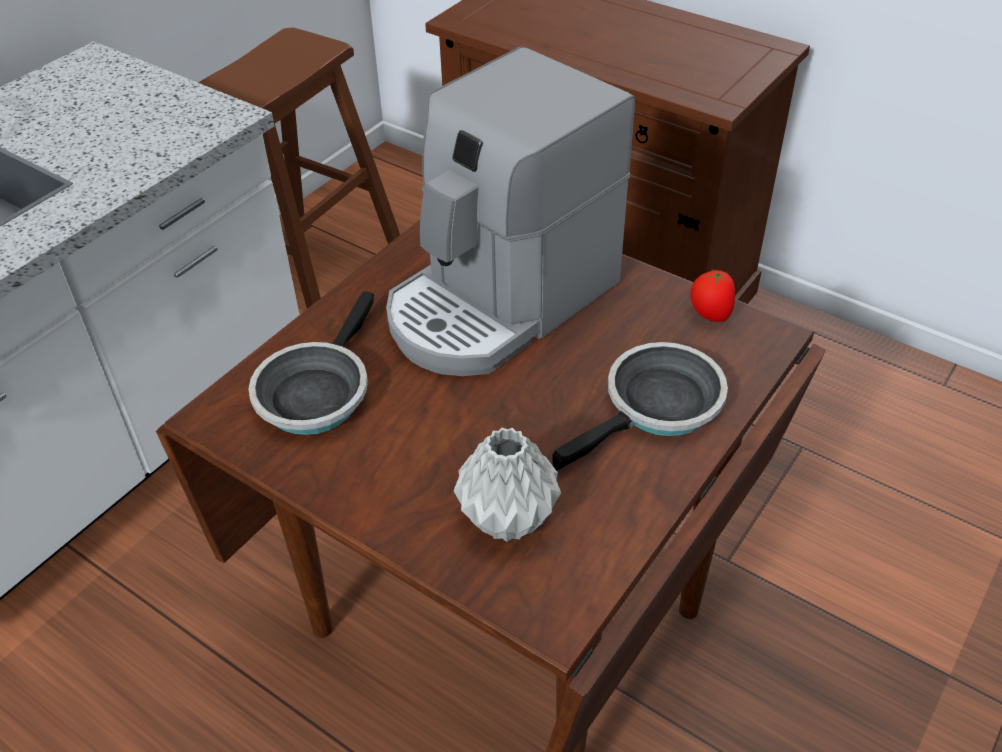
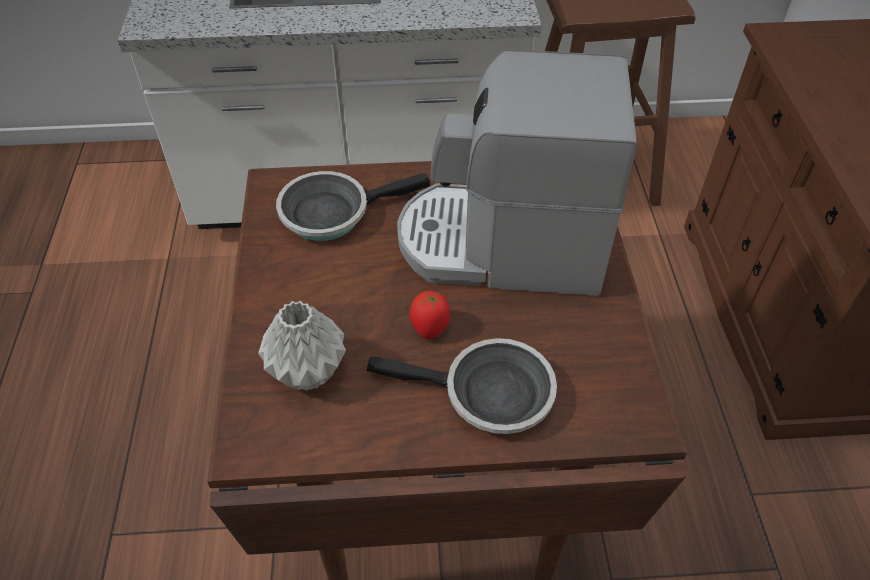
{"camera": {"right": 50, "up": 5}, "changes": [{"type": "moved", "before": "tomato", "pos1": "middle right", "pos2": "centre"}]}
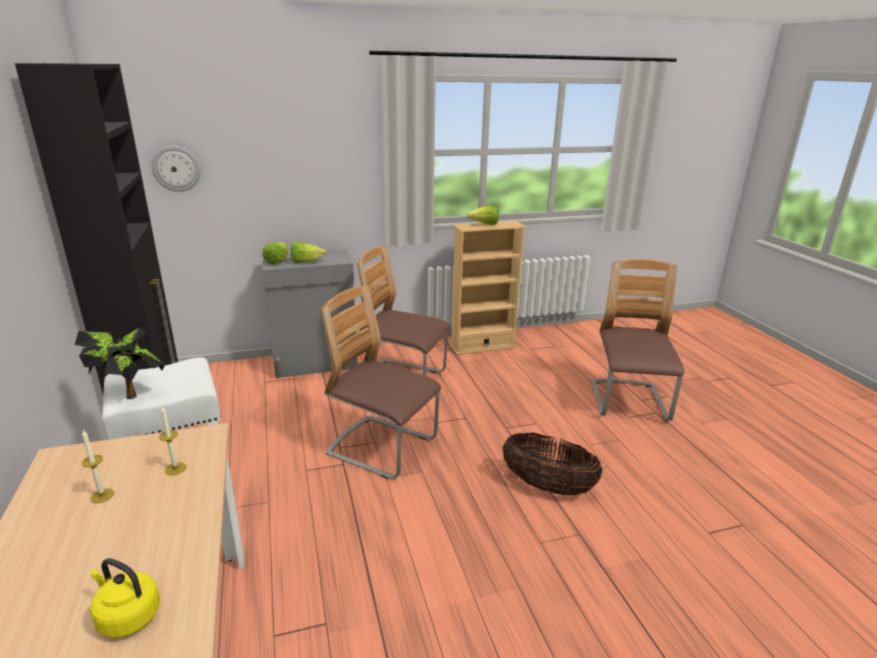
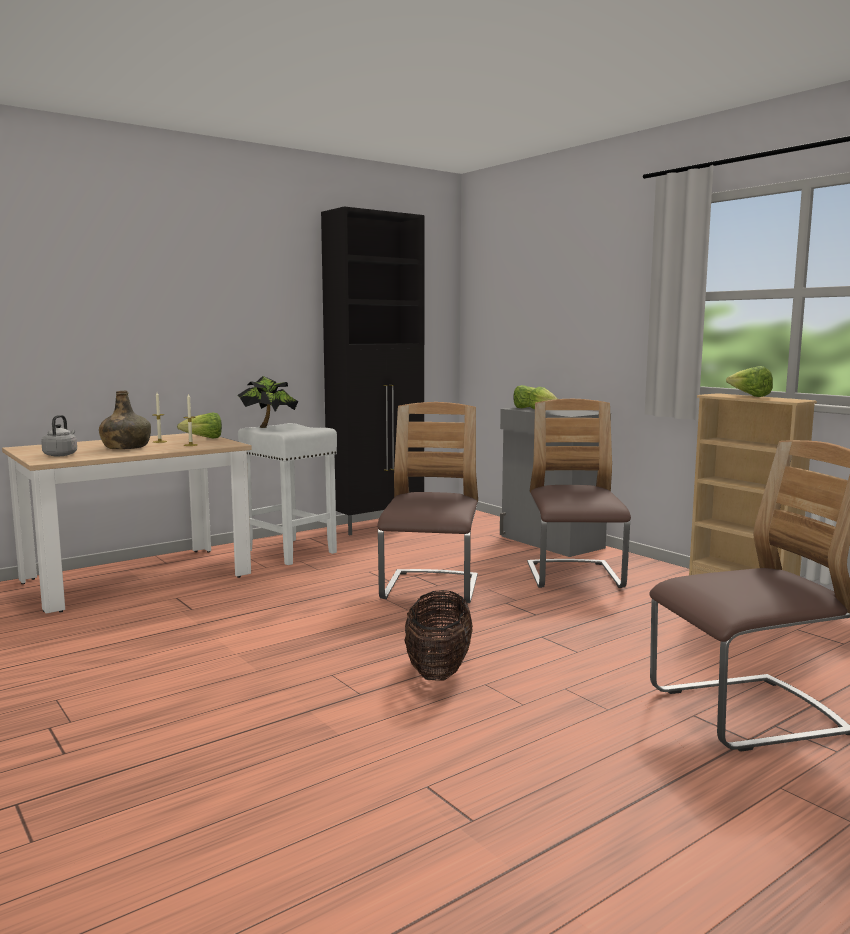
{"camera": {"right": 70, "up": -15}, "changes": [{"type": "recoloured", "before": "yellow kettle", "after": "grey kettle", "pos1": "bottom left", "pos2": "middle left"}, {"type": "added", "after": "green bottle", "pos2": "middle left"}, {"type": "added", "after": "lettuce (1st from left)", "pos2": "middle left"}, {"type": "removed", "before": "wall clock", "pos1": "top left"}]}
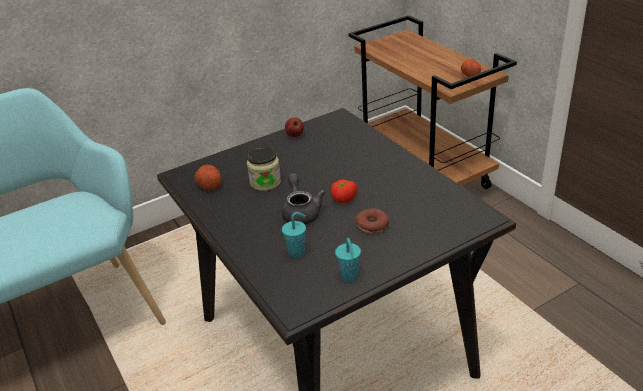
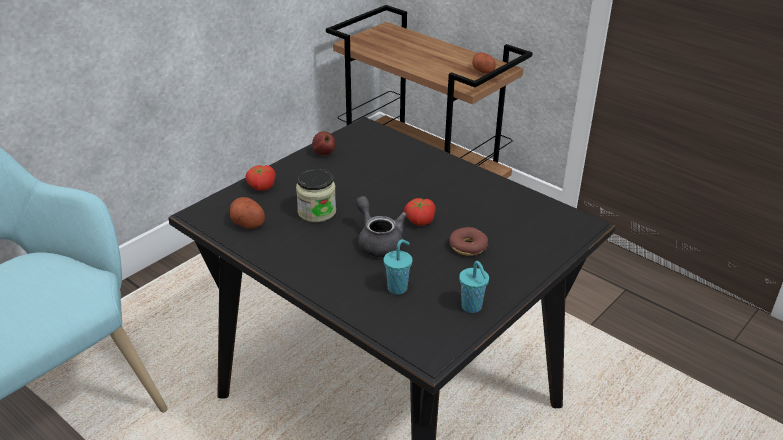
{"camera": {"right": -20, "up": 0}, "changes": [{"type": "added", "after": "tomato (1st from left)", "pos2": "centre"}]}
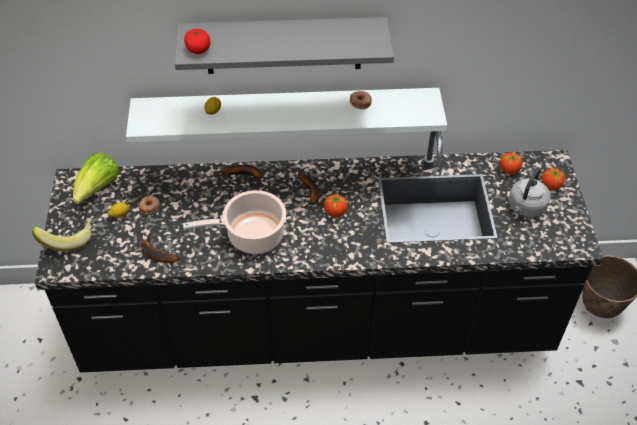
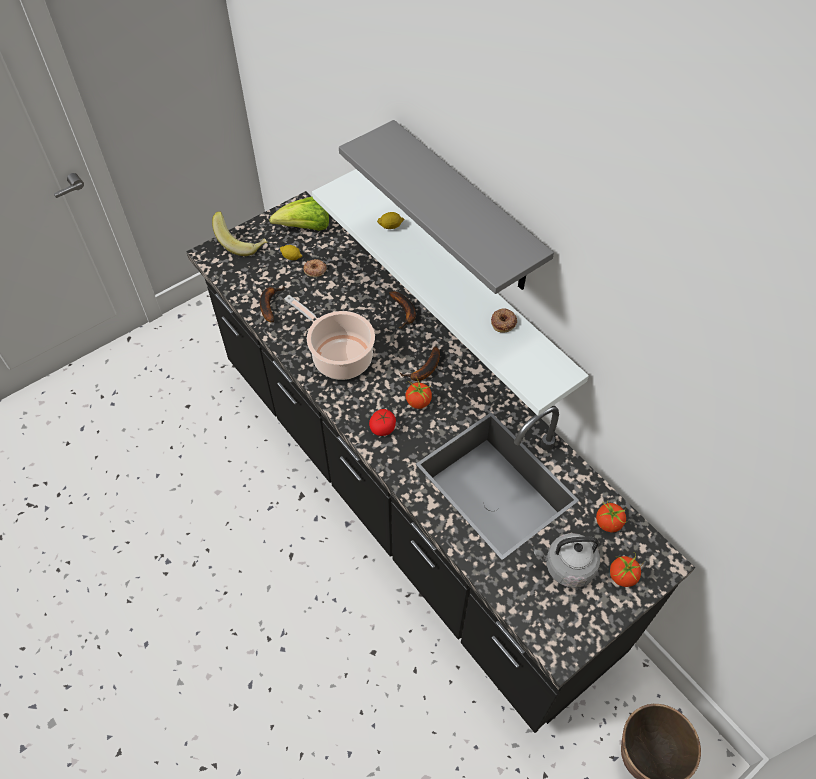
{"camera": {"right": 55, "up": 5}, "changes": [{"type": "moved", "before": "tomato (1st from left)", "pos1": "top left", "pos2": "centre"}]}
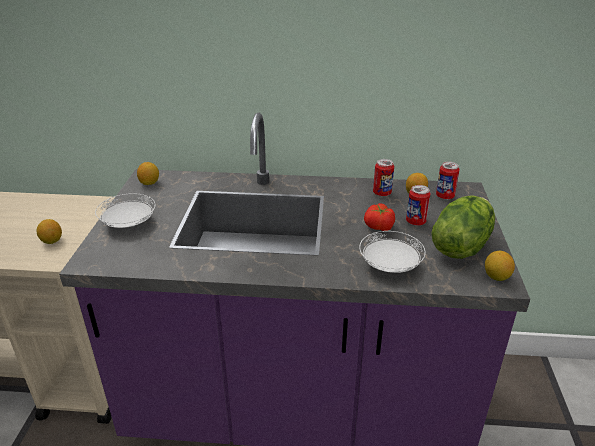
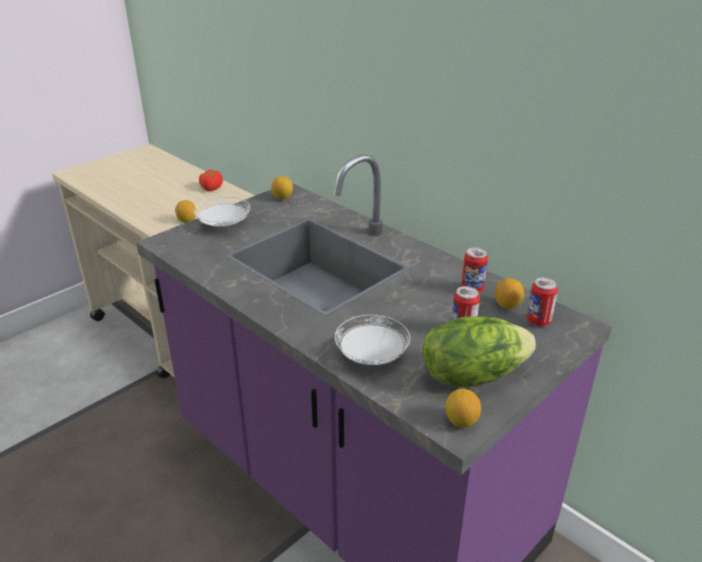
{"camera": {"right": 40, "up": 0}, "changes": [{"type": "moved", "before": "tomato", "pos1": "centre", "pos2": "top left"}]}
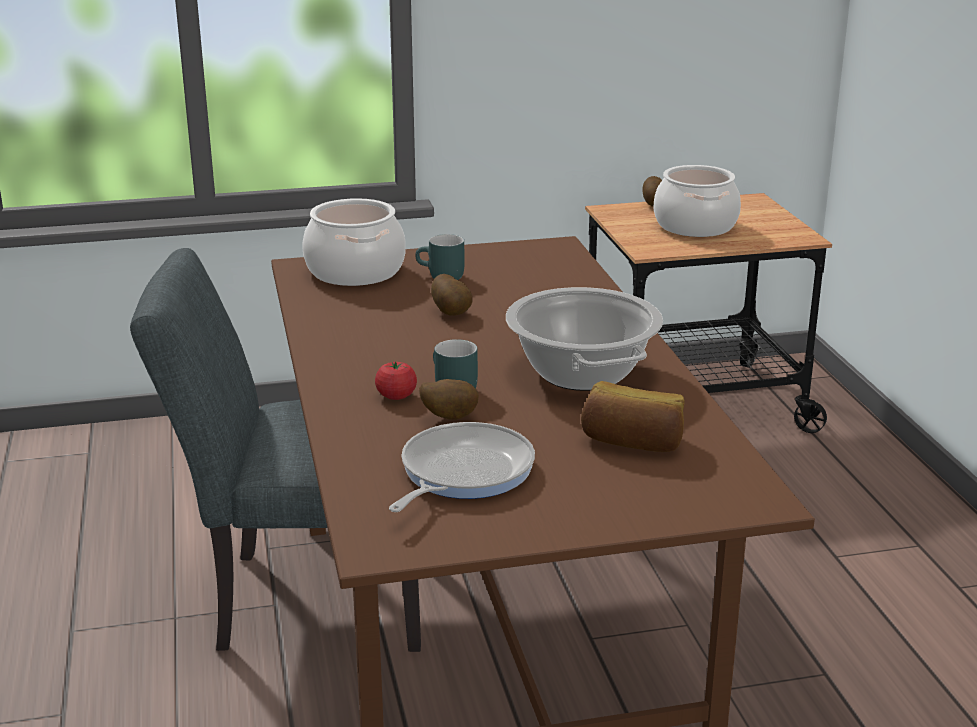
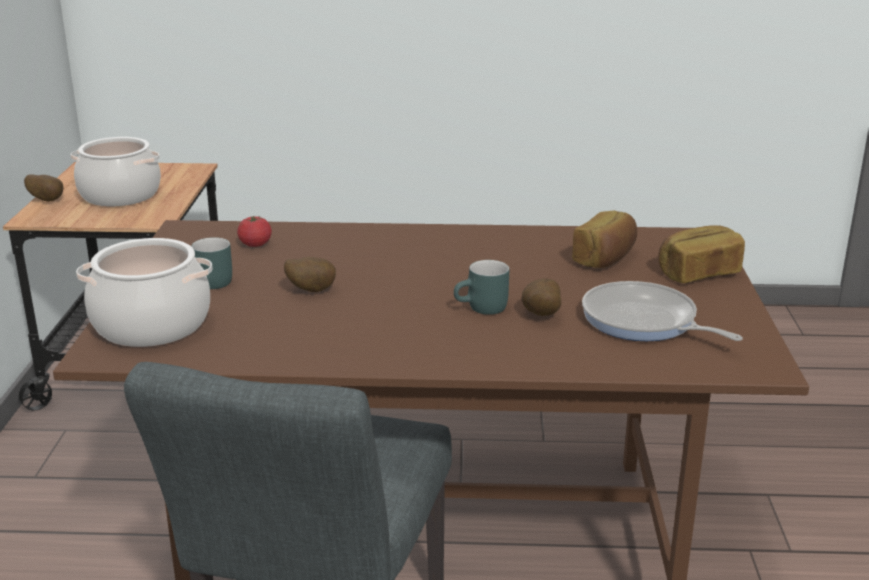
{"camera": {"right": -75, "up": 0}, "changes": [{"type": "moved", "before": "tomato", "pos1": "centre", "pos2": "middle left"}, {"type": "added", "after": "bread (2nd from left)", "pos2": "middle right"}, {"type": "removed", "before": "cooking pot (2nd from left)", "pos1": "centre"}]}
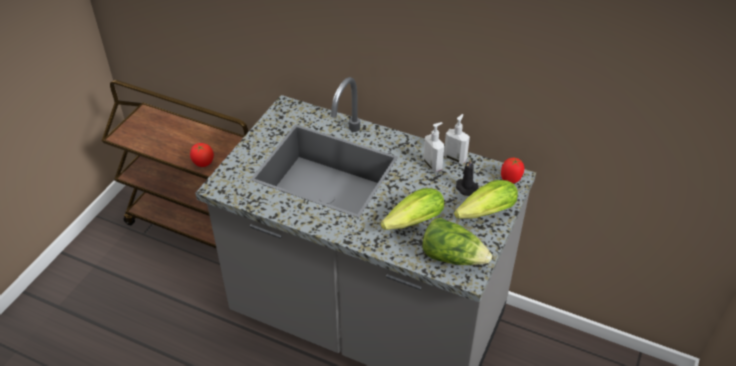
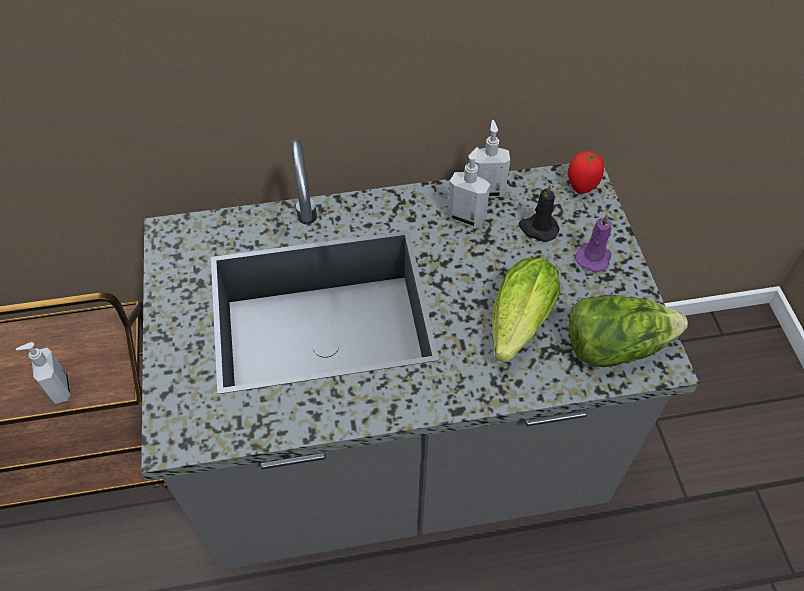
{"camera": {"right": -35, "up": 10}, "changes": [{"type": "replaced", "before": "tomato (1st from left)", "after": "soap dispenser (1st from left)", "pos1": "middle left", "pos2": "middle left"}, {"type": "replaced", "before": "lettuce (3rd from left)", "after": "purple candle", "pos1": "centre", "pos2": "middle right"}]}
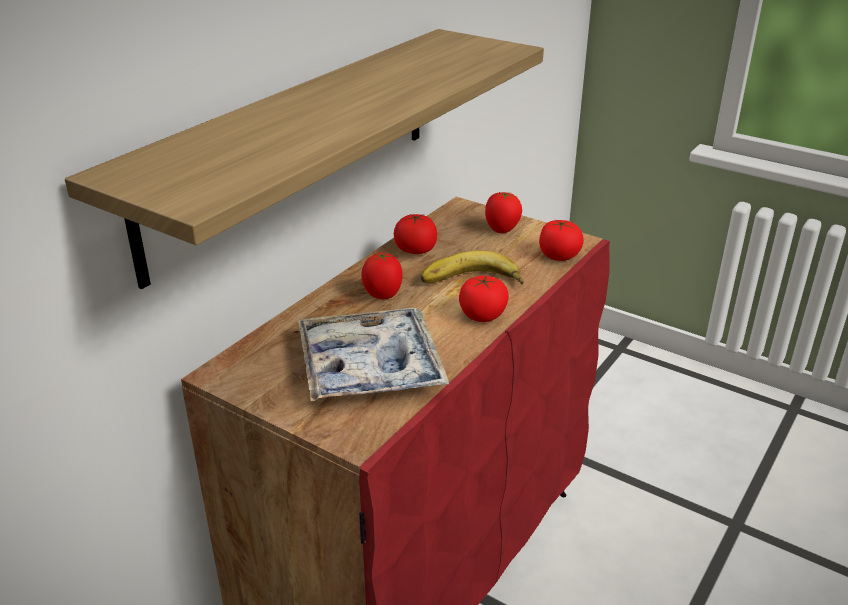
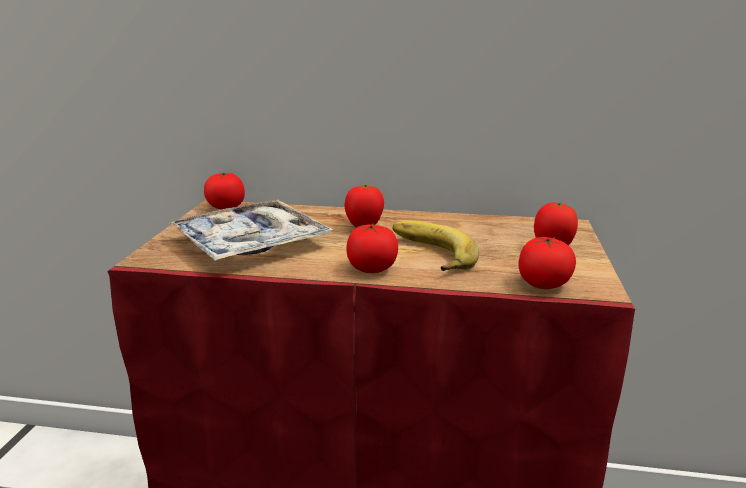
{"camera": {"right": 65, "up": -10}, "changes": [{"type": "moved", "before": "tomato (2nd from left in the first image)", "after": "tomato (1st from left)", "pos1": "centre", "pos2": "middle left"}, {"type": "removed", "before": "shelf", "pos1": "top centre"}]}
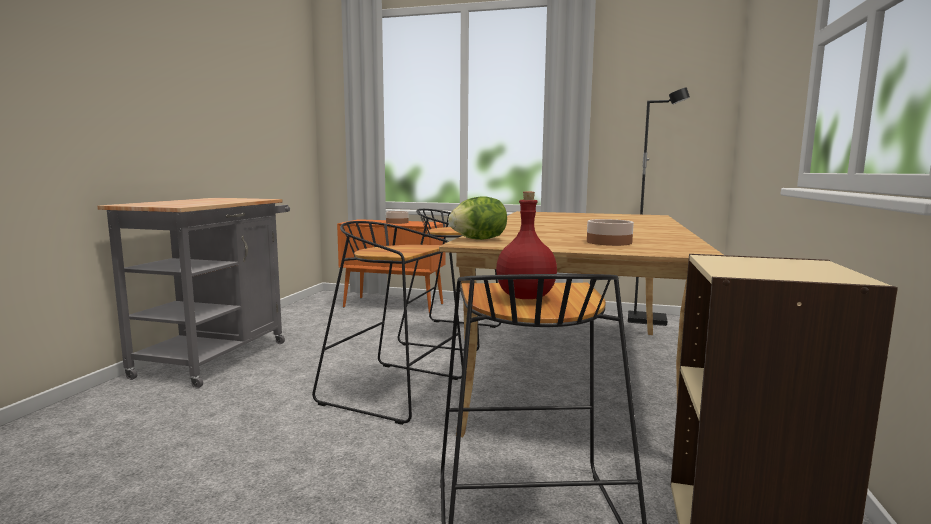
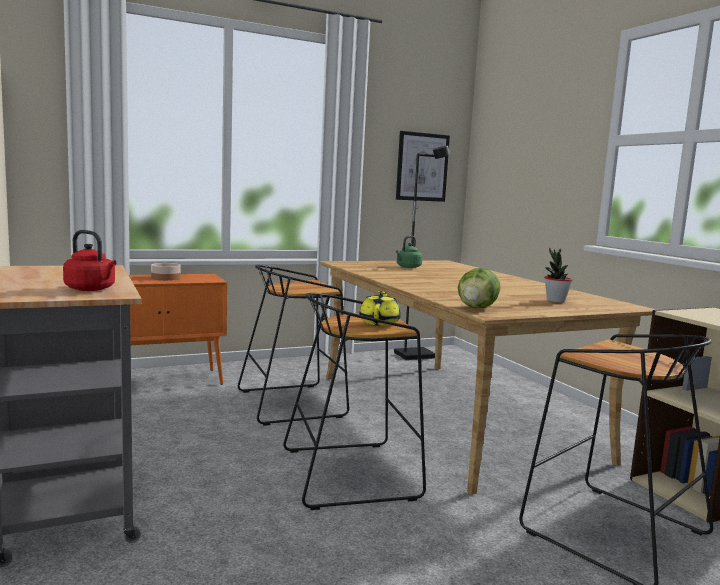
{"camera": {"right": -40, "up": 0}, "changes": [{"type": "added", "after": "red kettle", "pos2": "middle left"}, {"type": "added", "after": "yellow teapot", "pos2": "centre"}, {"type": "added", "after": "picture", "pos2": "top centre"}, {"type": "added", "after": "green kettle", "pos2": "centre"}, {"type": "replaced", "before": "bowl (2nd from left)", "after": "potted plant", "pos1": "centre", "pos2": "middle right"}, {"type": "removed", "before": "red bottle", "pos1": "centre"}]}
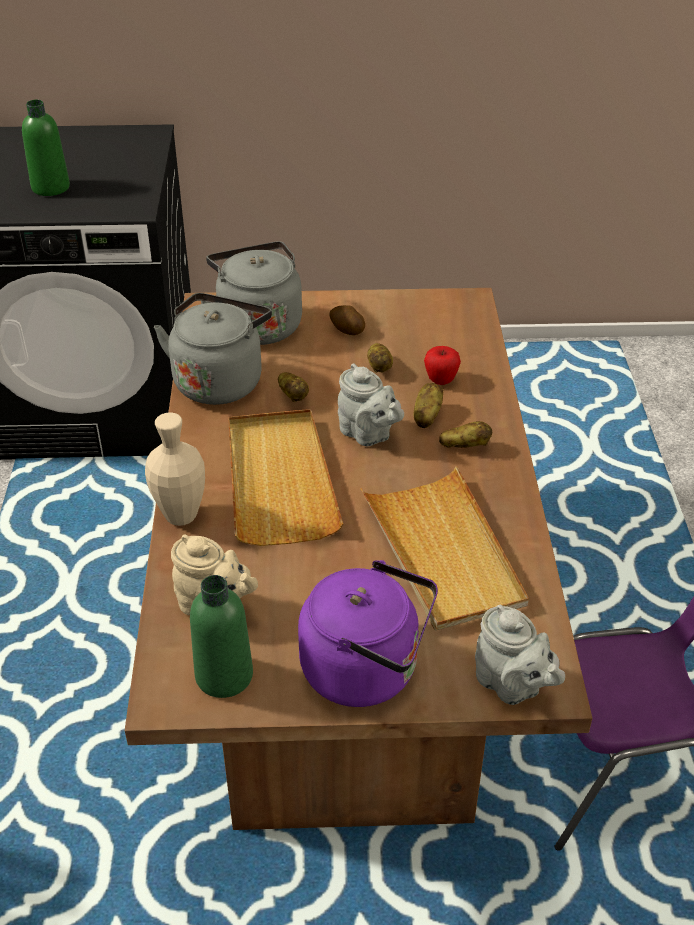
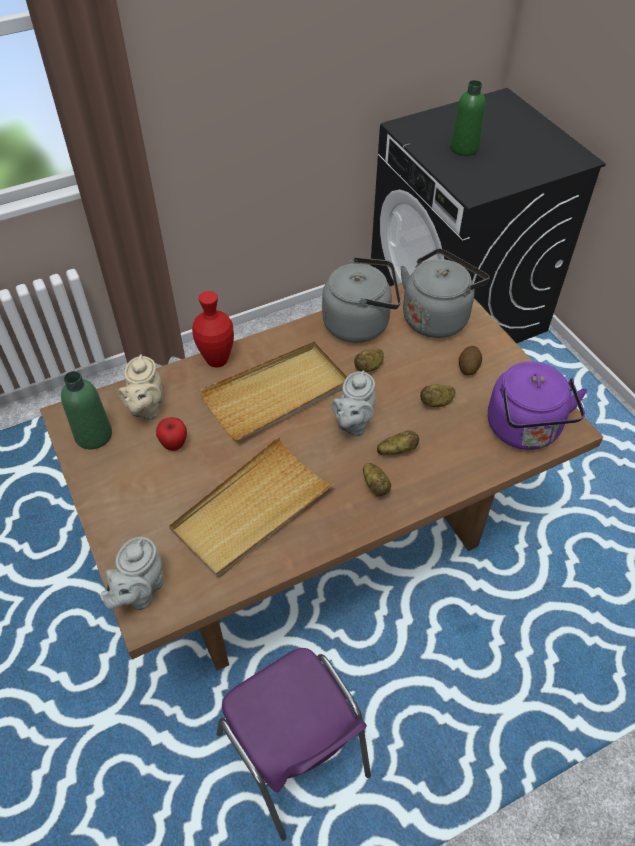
{"camera": {"right": 65, "up": 10}, "changes": [{"type": "moved", "before": "apple", "pos1": "centre", "pos2": "middle left"}, {"type": "recoloured", "before": "beige vase", "after": "red vase", "pos1": "middle left", "pos2": "centre"}, {"type": "moved", "before": "purple kettle", "pos1": "bottom centre", "pos2": "middle right"}]}
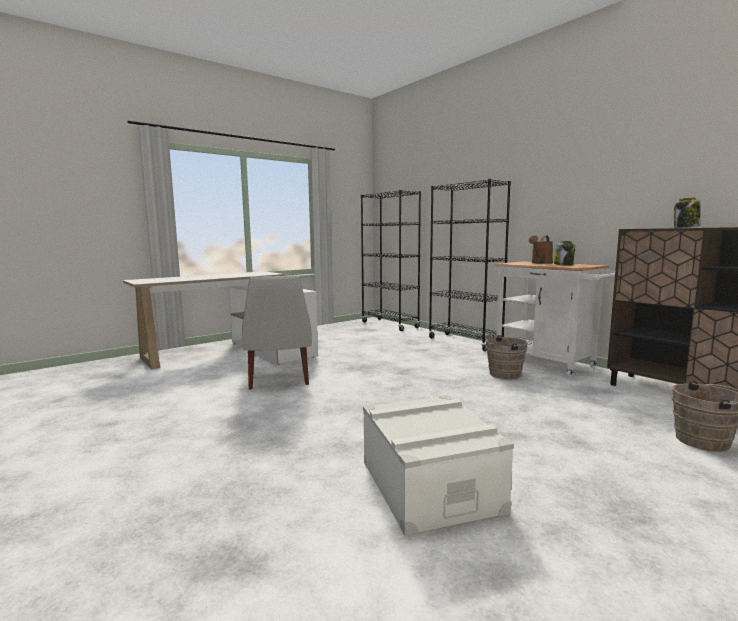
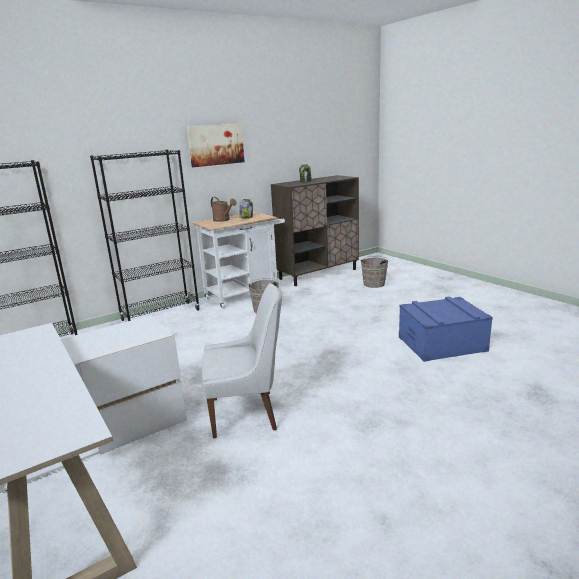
{"camera": {"right": -85, "up": 10}, "changes": [{"type": "added", "after": "picture", "pos2": "top centre"}, {"type": "recoloured", "before": "white storage box", "after": "blue storage box", "pos1": "bottom centre", "pos2": "middle right"}]}
